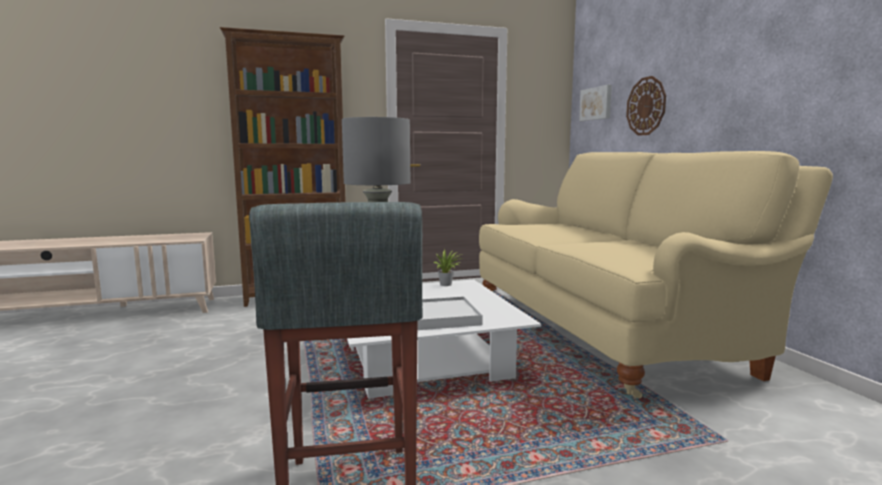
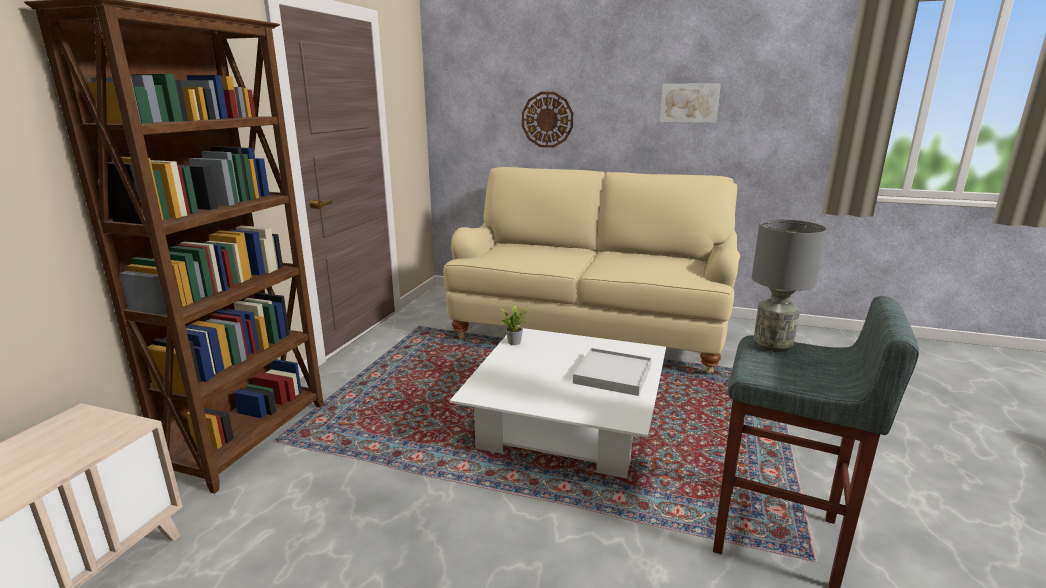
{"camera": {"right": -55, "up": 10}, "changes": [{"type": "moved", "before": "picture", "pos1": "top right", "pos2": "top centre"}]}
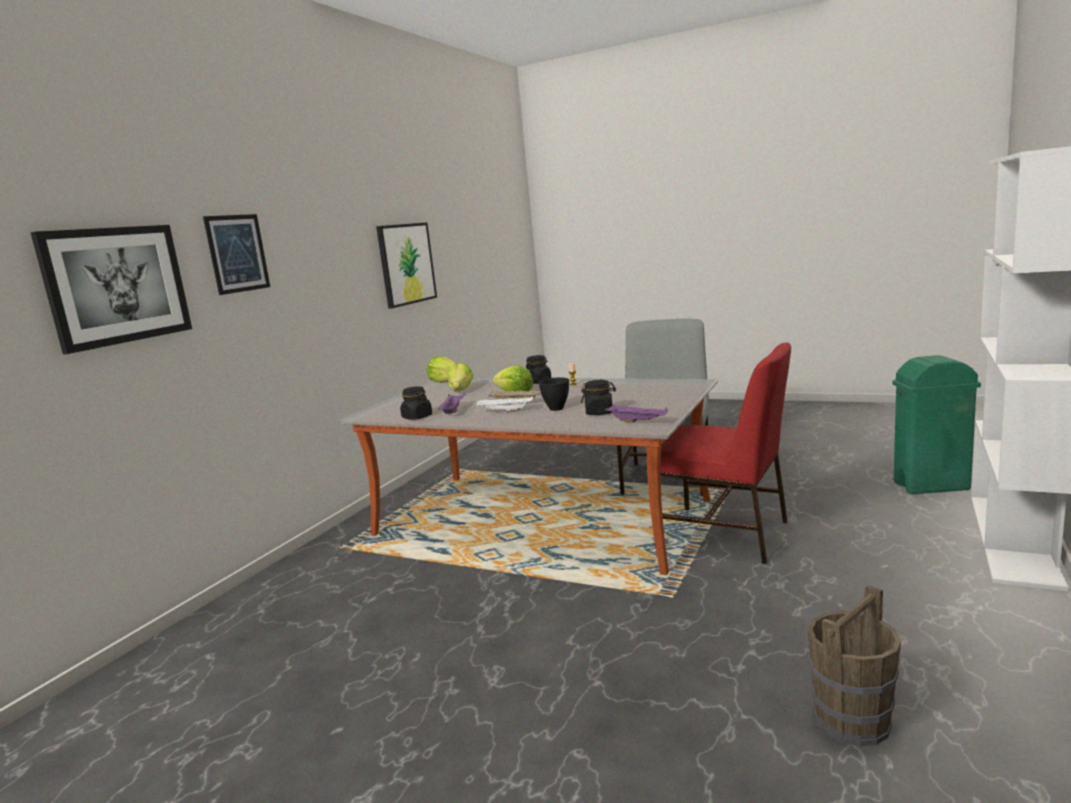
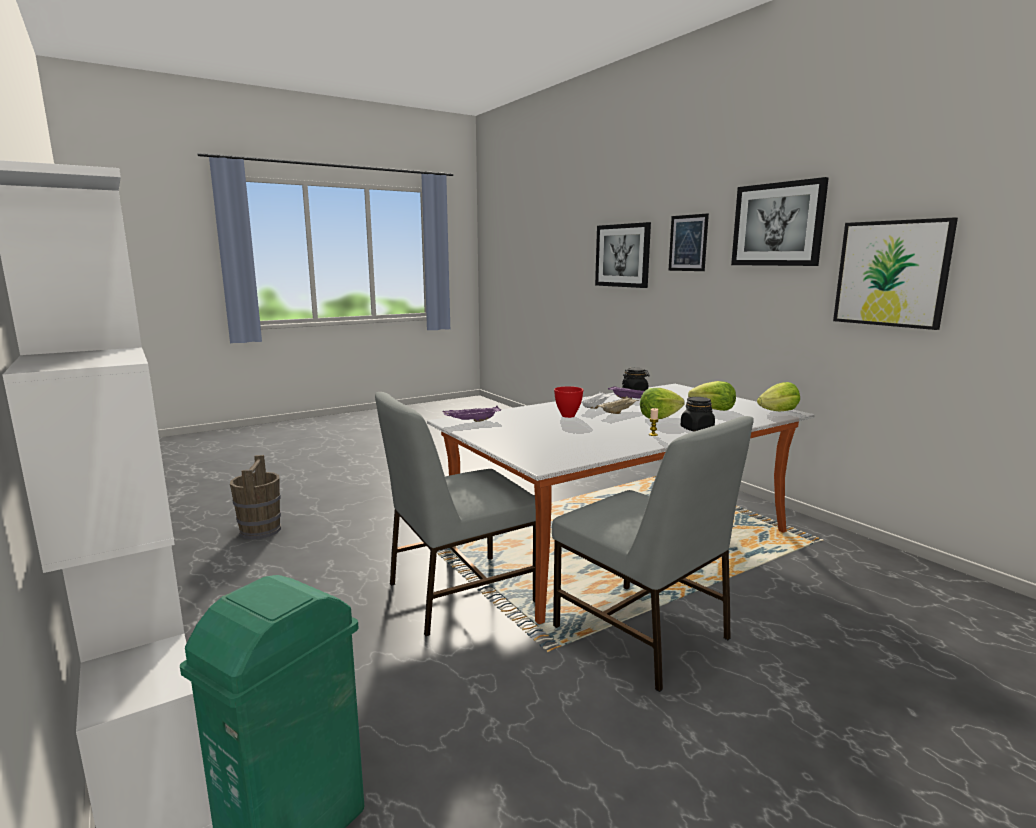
{"camera": {"right": 120, "up": 0}, "changes": [{"type": "recoloured", "before": "red chair", "after": "grey chair (1st from left)", "pos1": "middle right", "pos2": "centre"}, {"type": "recoloured", "before": "black bowl", "after": "red bowl", "pos1": "centre", "pos2": "centre"}, {"type": "added", "after": "picture (3rd from left)", "pos2": "top right"}, {"type": "removed", "before": "black jar (3rd from left)", "pos1": "centre"}]}
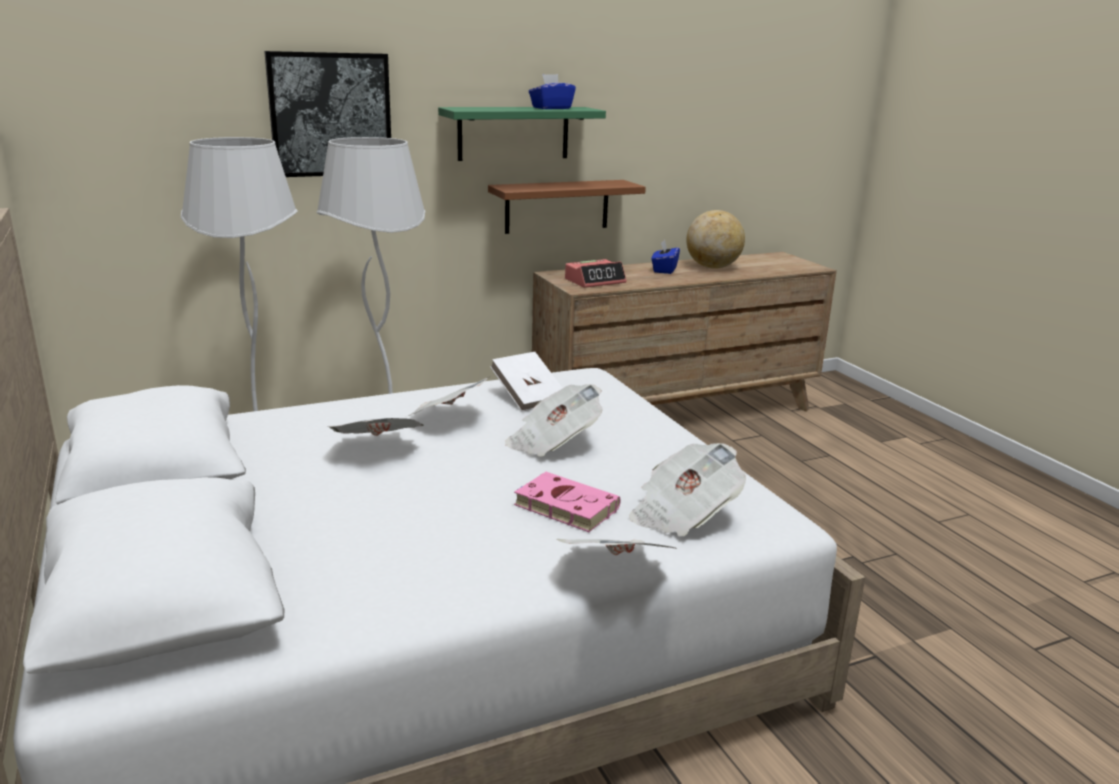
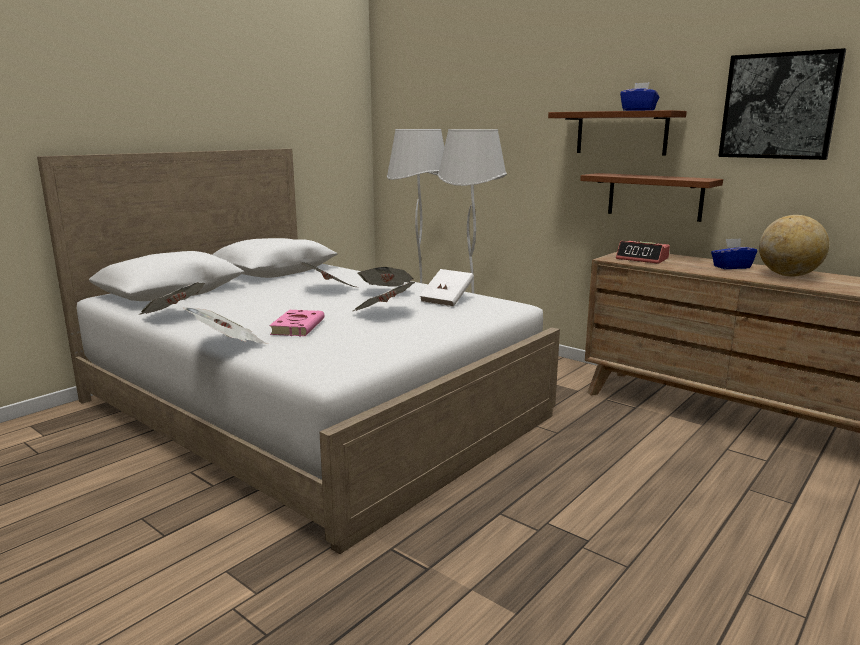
{"camera": {"right": 65, "up": -5}, "changes": [{"type": "moved", "before": "newspaper (5th from left in the first image)", "after": "newspaper (1st from left)", "pos1": "centre", "pos2": "middle left"}, {"type": "recoloured", "before": "green shelf", "after": "brown shelf (1st from left)", "pos1": "top centre", "pos2": "top right"}, {"type": "moved", "before": "picture", "pos1": "top left", "pos2": "top right"}]}
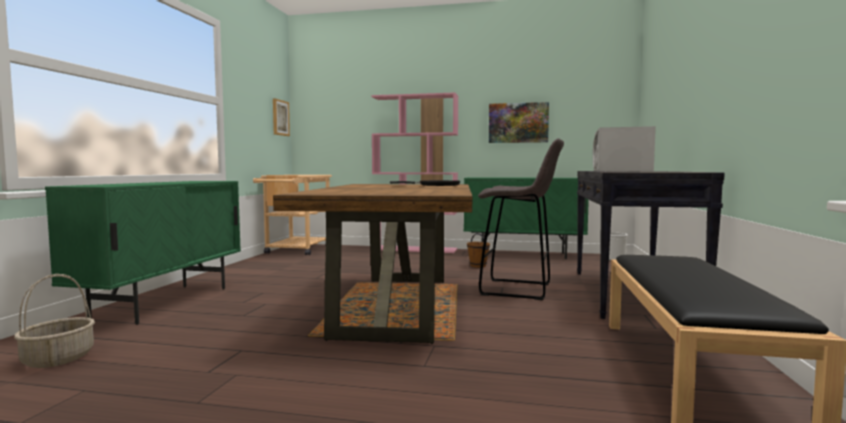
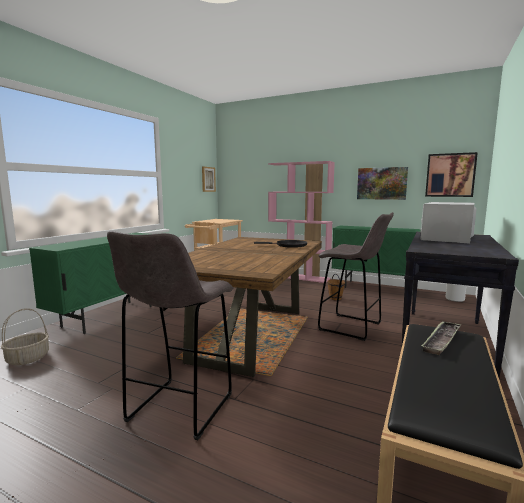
{"camera": {"right": 15, "up": 5}, "changes": [{"type": "added", "after": "grey stool (1st from left)", "pos2": "middle left"}, {"type": "added", "after": "tray", "pos2": "bottom right"}, {"type": "added", "after": "picture (3rd from left)", "pos2": "middle right"}]}
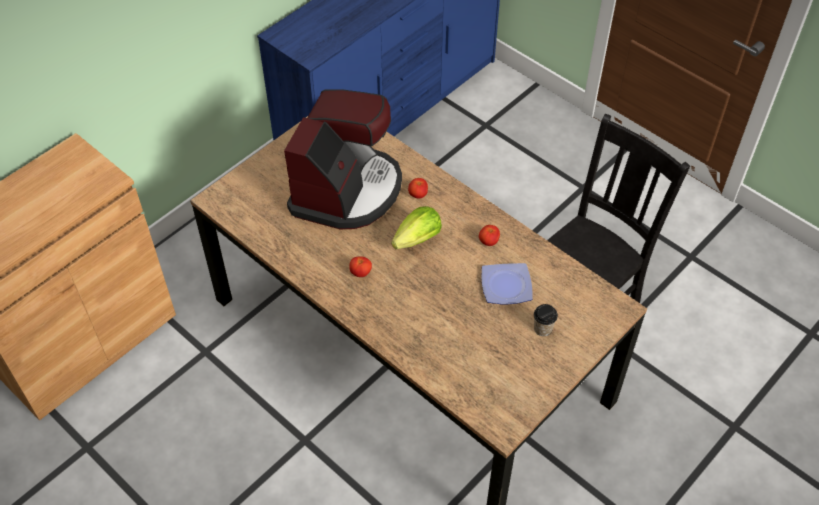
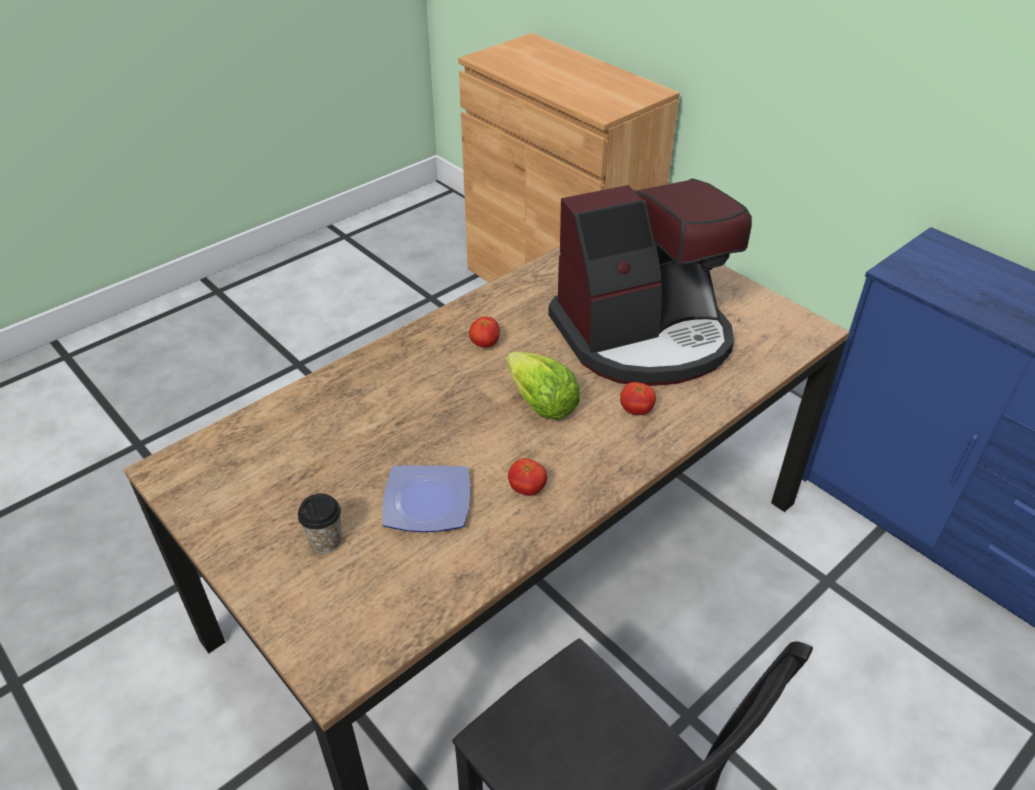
{"camera": {"right": 95, "up": -10}, "changes": [{"type": "turned", "before": "coffee machine", "pos1": "top centre", "pos2": "centre", "turn": -45}]}
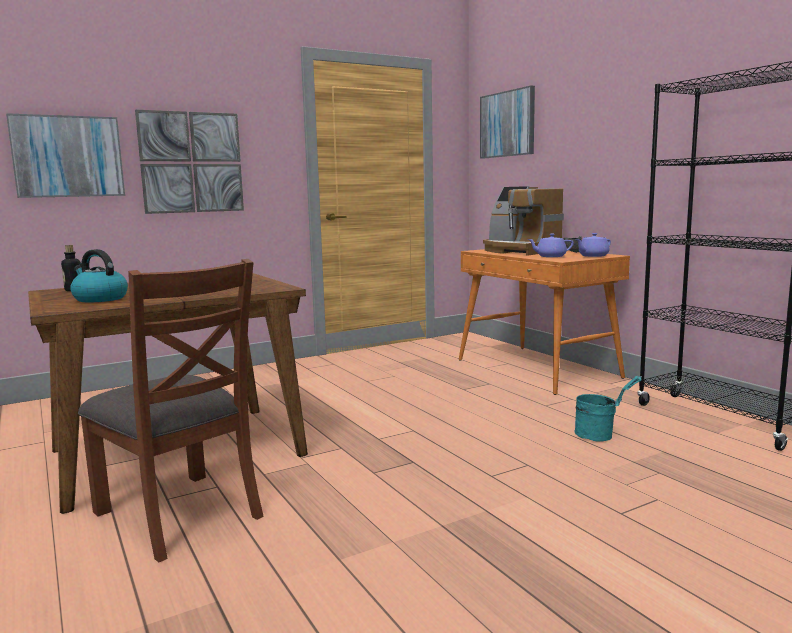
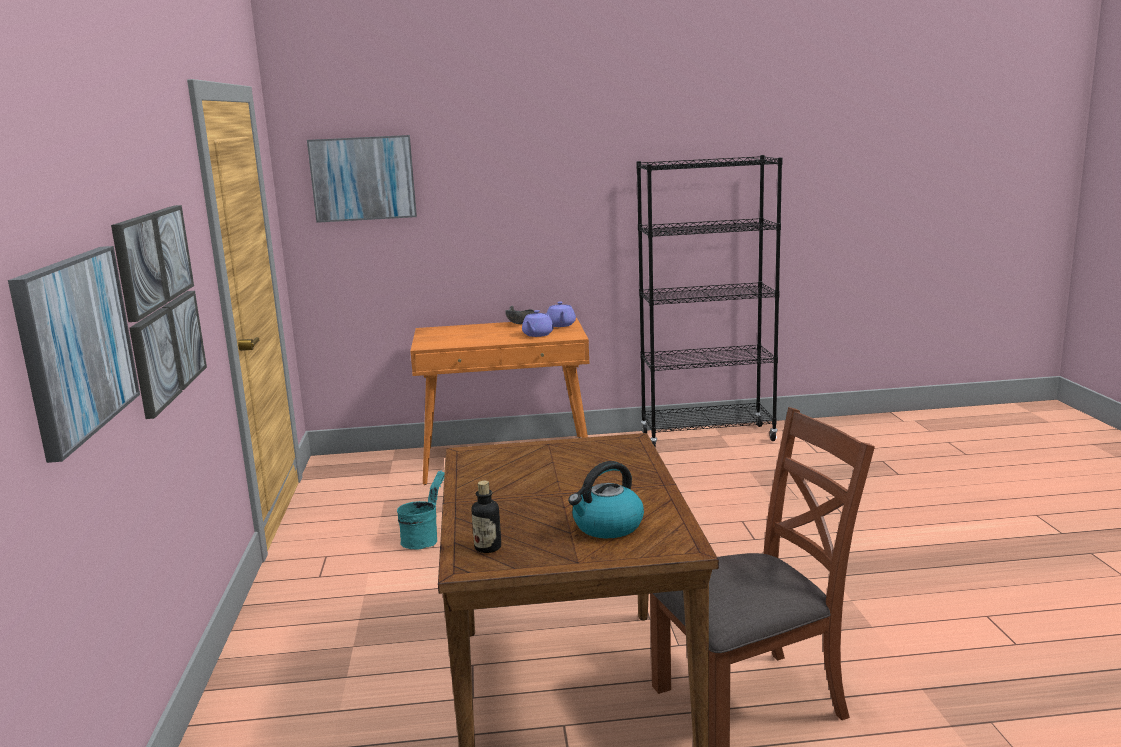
{"camera": {"right": -65, "up": 5}, "changes": [{"type": "moved", "before": "turquoise bucket", "pos1": "middle right", "pos2": "bottom centre"}, {"type": "removed", "before": "coffee machine", "pos1": "centre"}]}
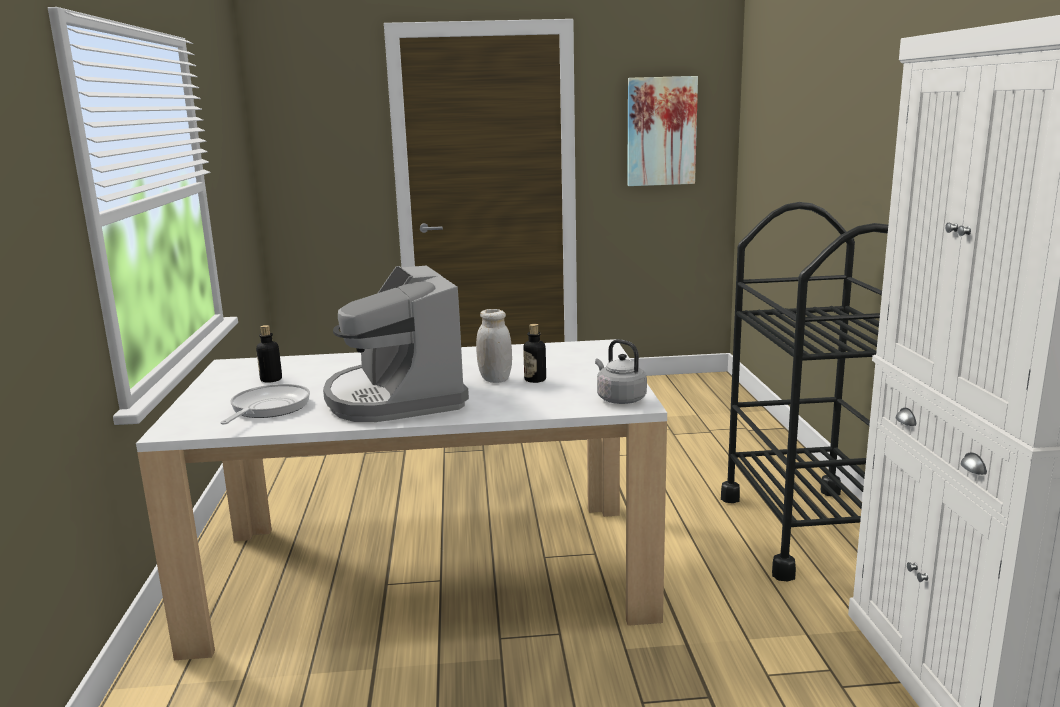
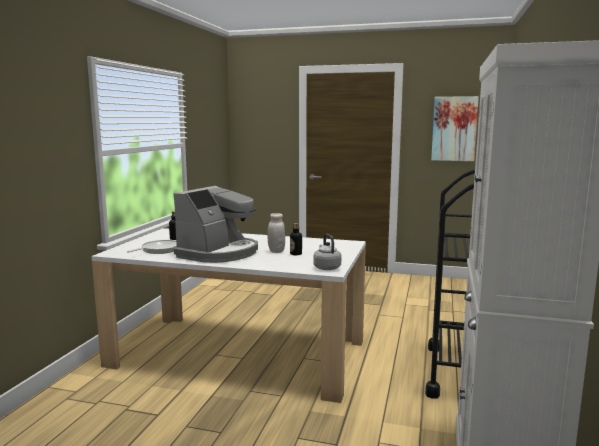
{"camera": {"right": 20, "up": -5}, "changes": [{"type": "turned", "before": "coffee machine", "pos1": "centre", "pos2": "centre", "turn": -150}]}
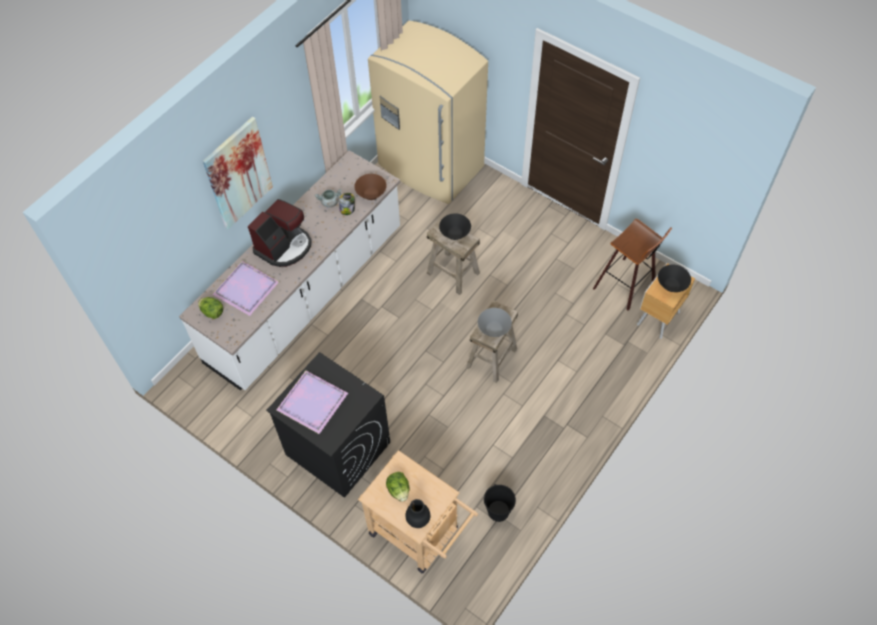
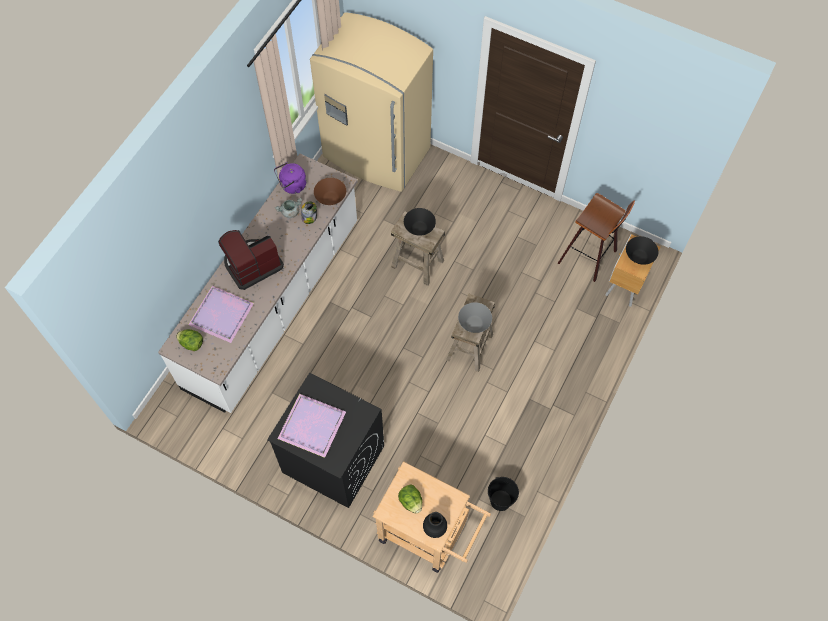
{"camera": {"right": -10, "up": 5}, "changes": [{"type": "turned", "before": "coffee machine", "pos1": "middle left", "pos2": "middle left", "turn": -150}, {"type": "added", "after": "purple kettle", "pos2": "top centre"}, {"type": "removed", "before": "picture", "pos1": "top left"}]}
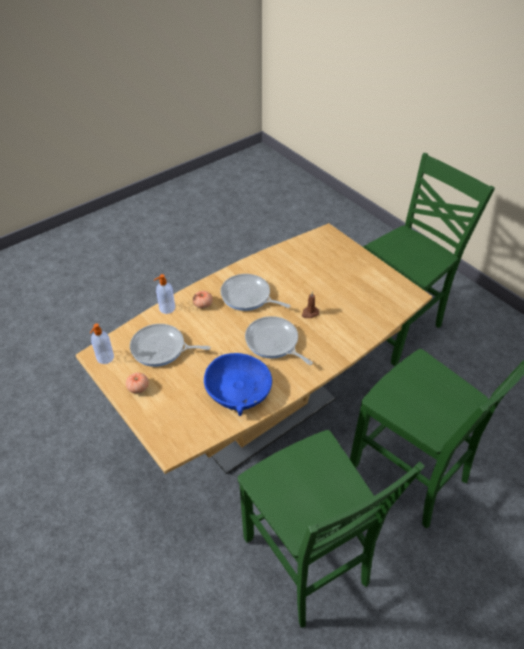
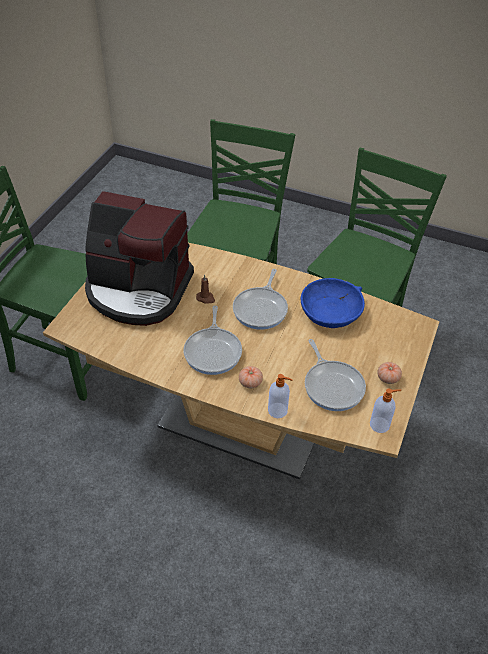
{"camera": {"right": -120, "up": 0}, "changes": [{"type": "added", "after": "coffee machine", "pos2": "middle left"}]}
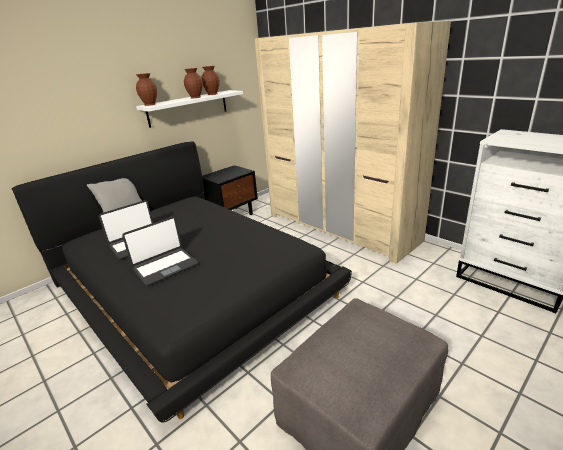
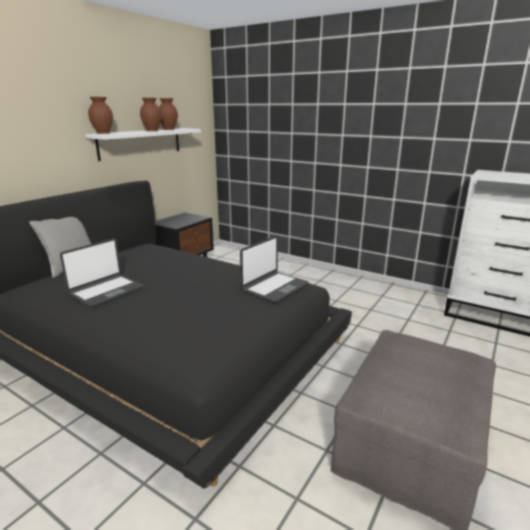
{"camera": {"right": -15, "up": -5}, "changes": [{"type": "moved", "before": "laptop (2nd from left)", "pos1": "middle left", "pos2": "centre"}, {"type": "removed", "before": "beige wardrobe", "pos1": "top centre"}]}
